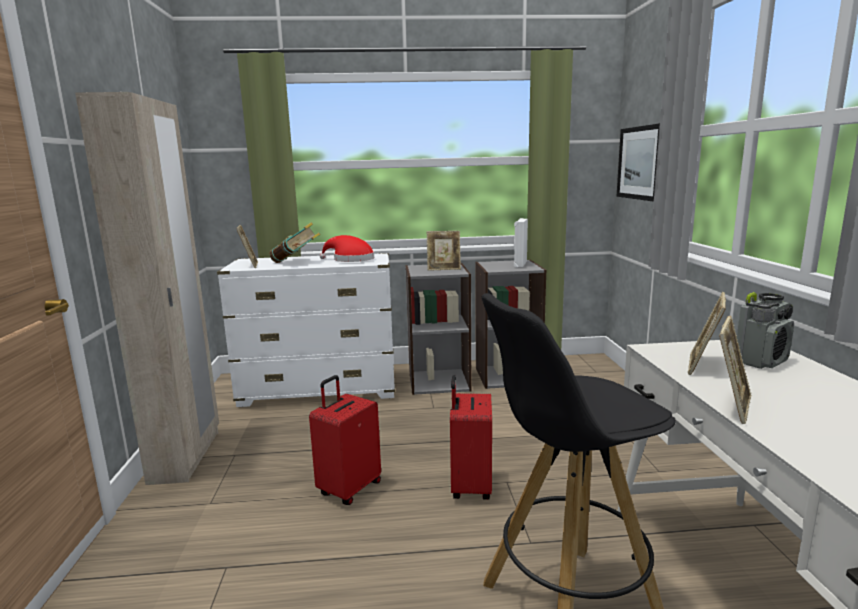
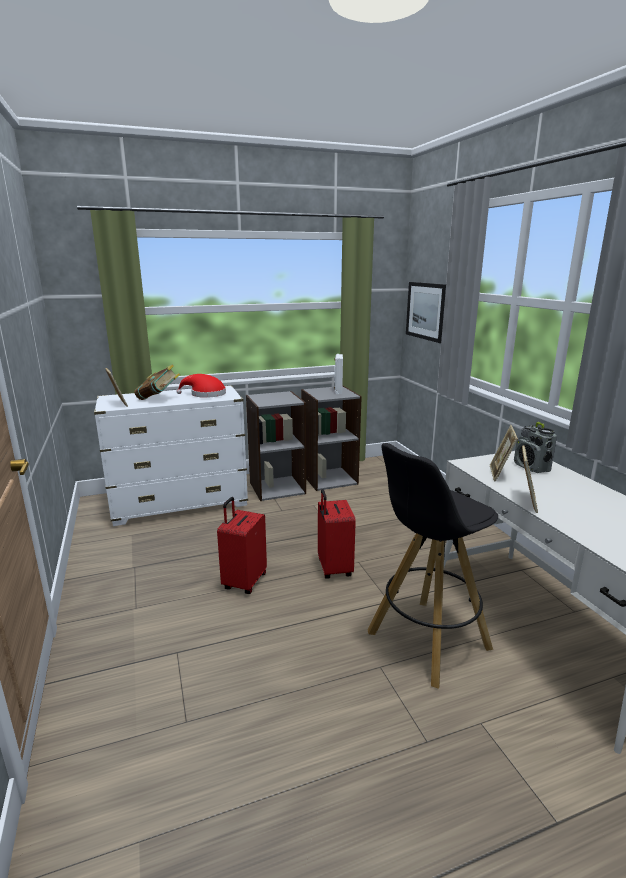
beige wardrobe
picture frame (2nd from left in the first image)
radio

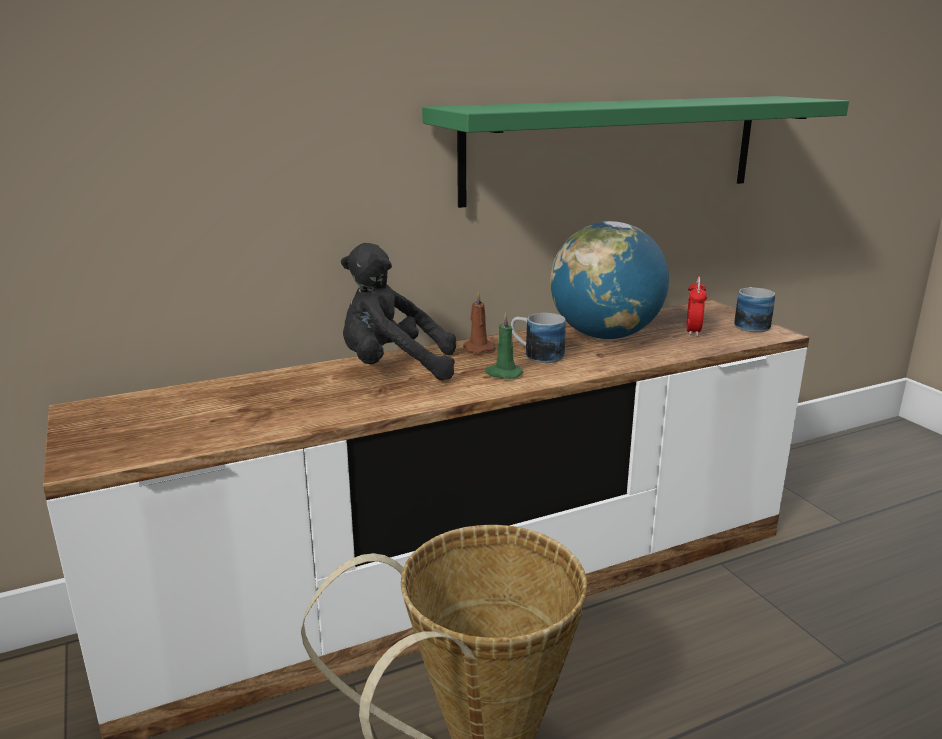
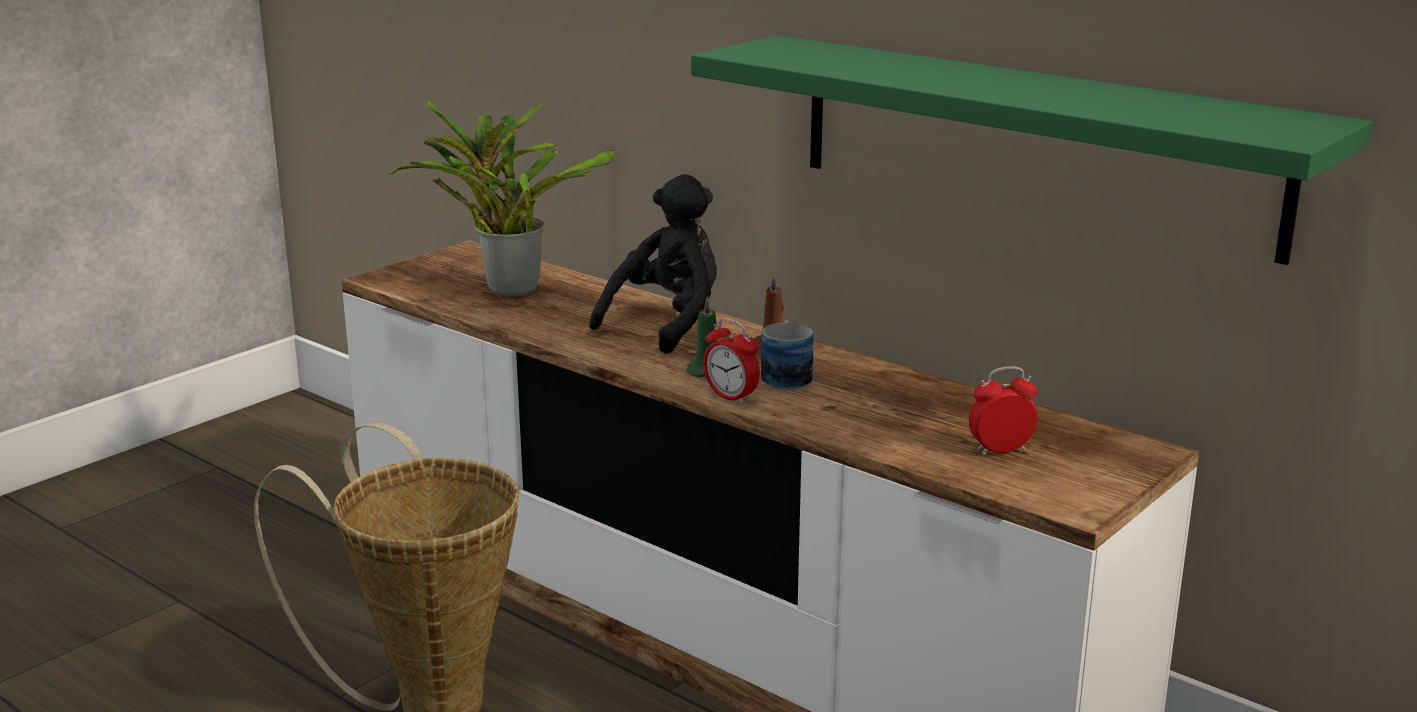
globe
black plush toy
mug (2nd from left in the first image)
potted plant
alarm clock (1st from left)

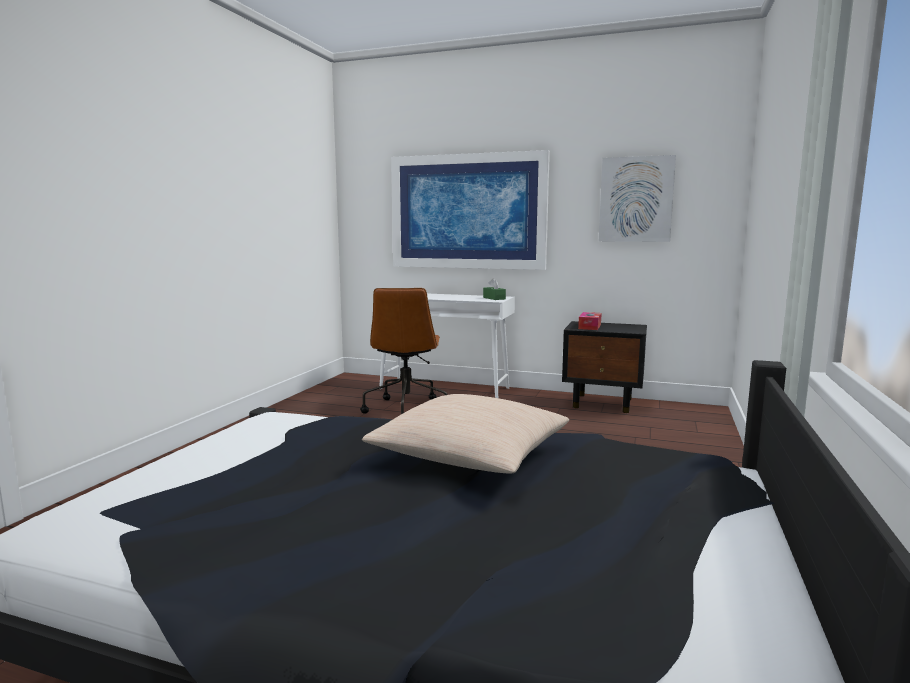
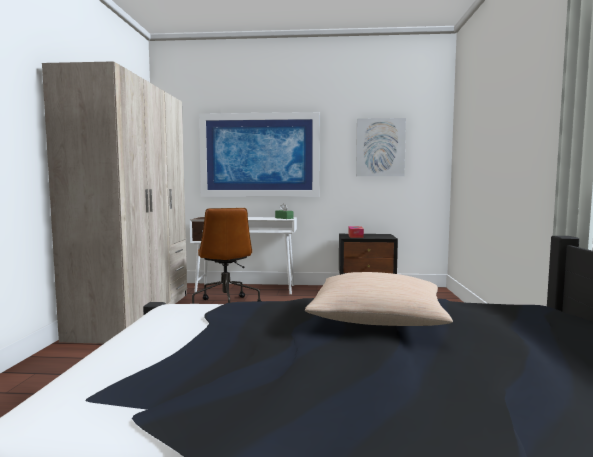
beige wardrobe

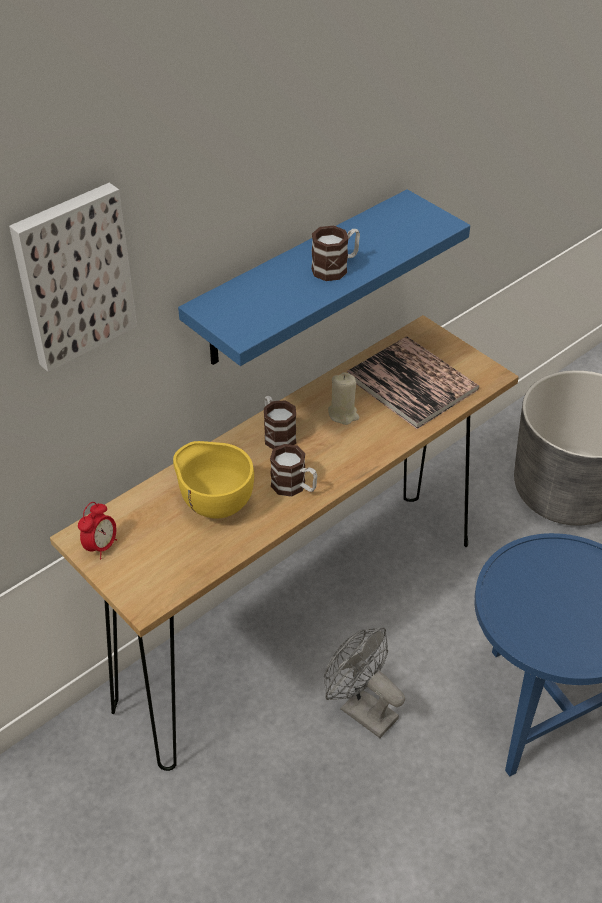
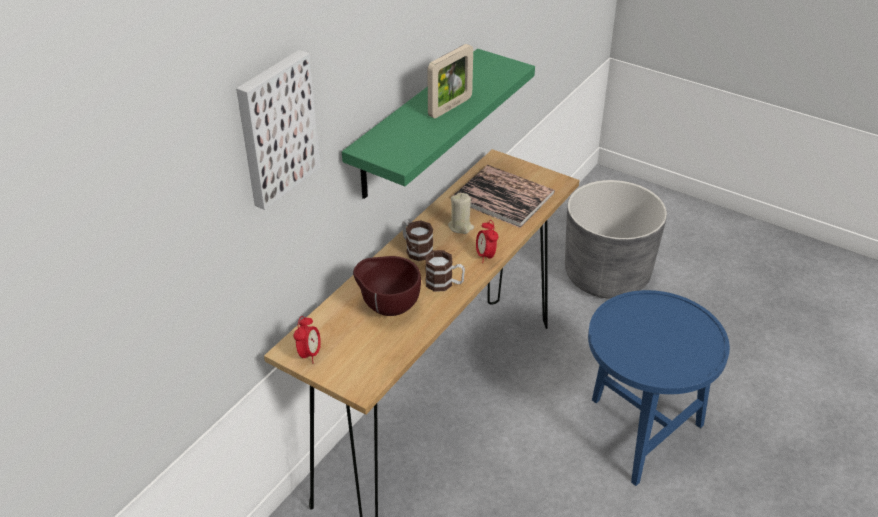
green shelf
picture frame
brown bowl
grey fan
alarm clock (2nd from left)

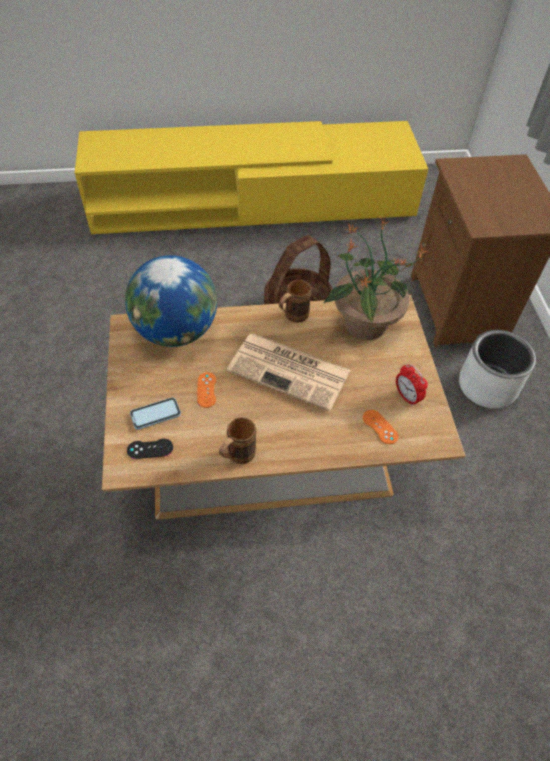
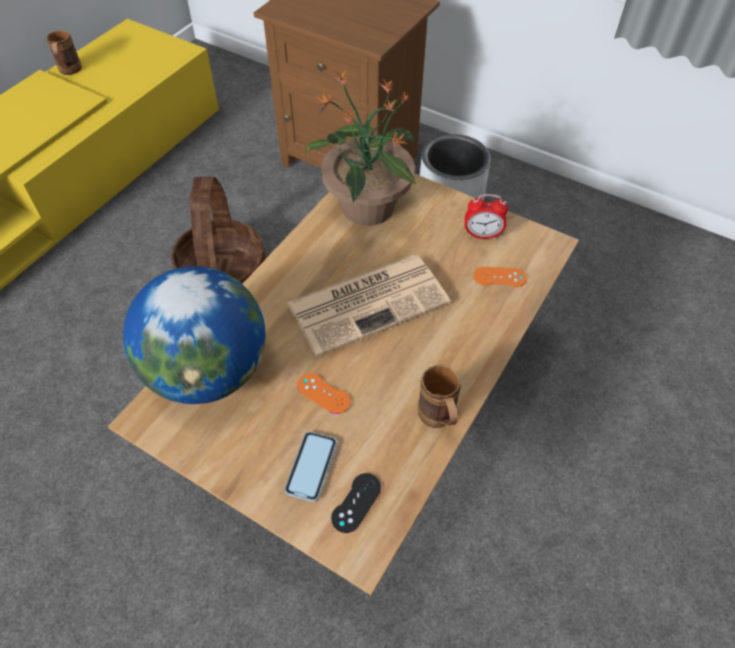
brown mug (1st from left)

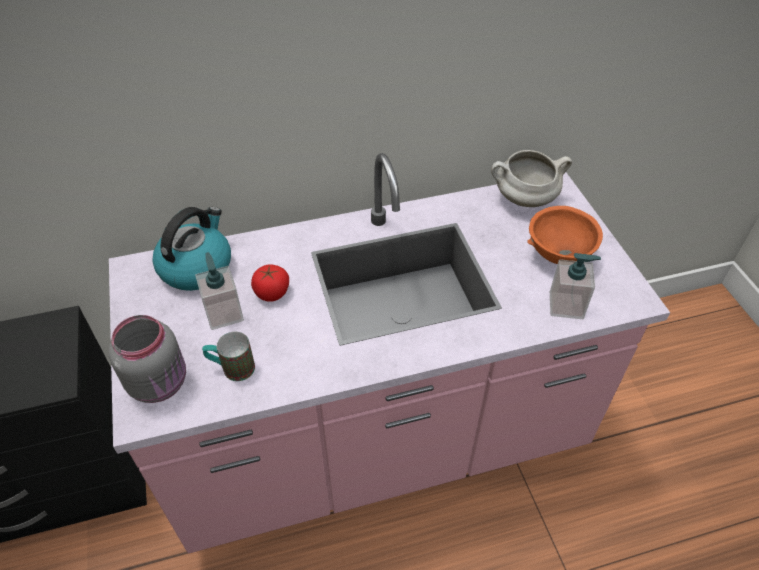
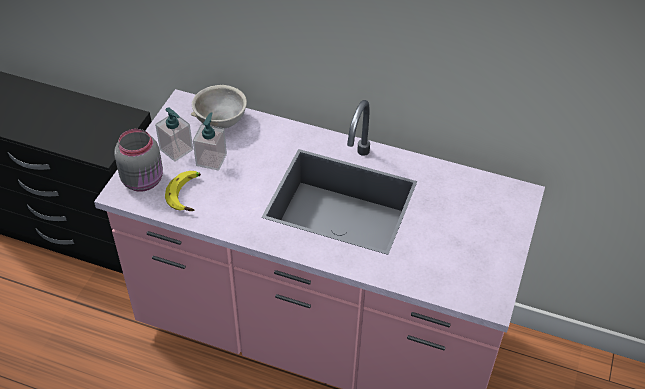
white cooking pot
orange bowl
grey bowl
soap dispenser (1st from left)
tomato
banana

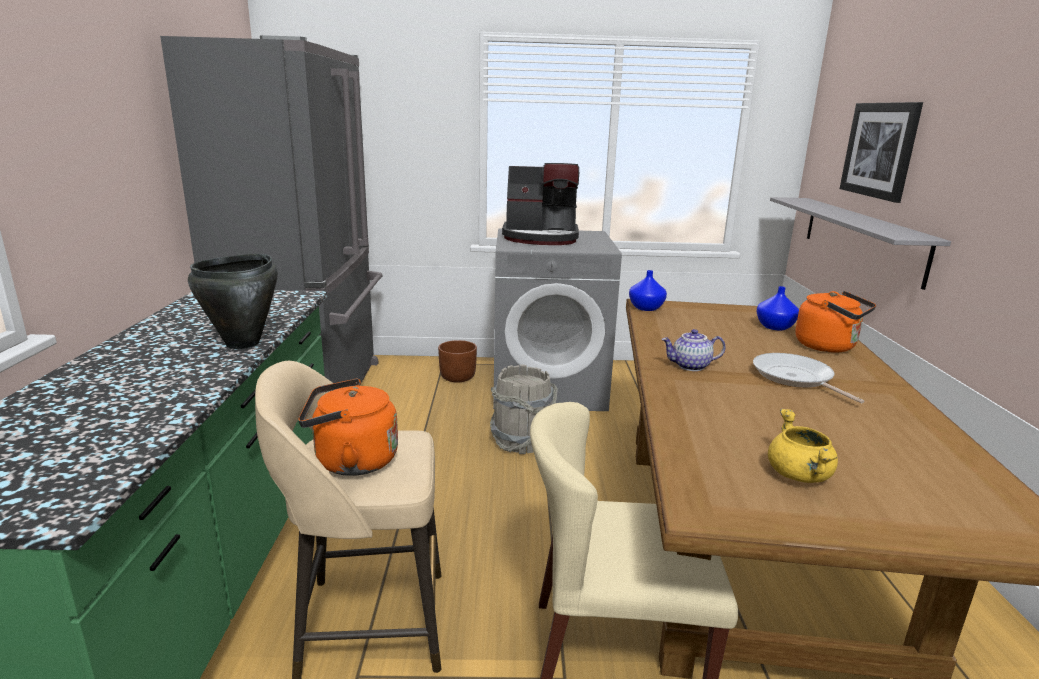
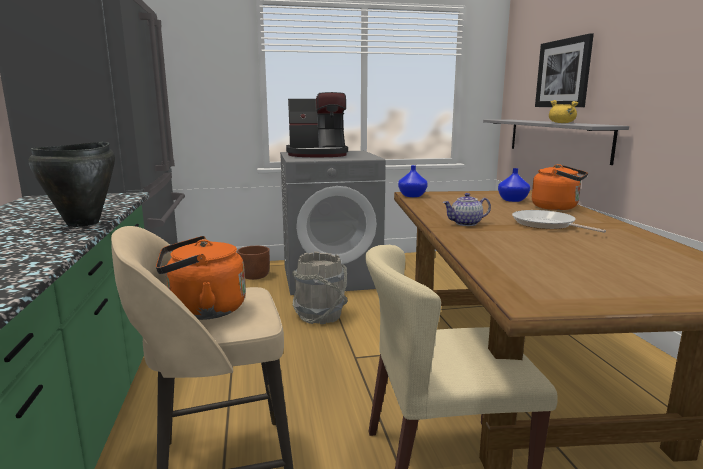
yellow cooking pot

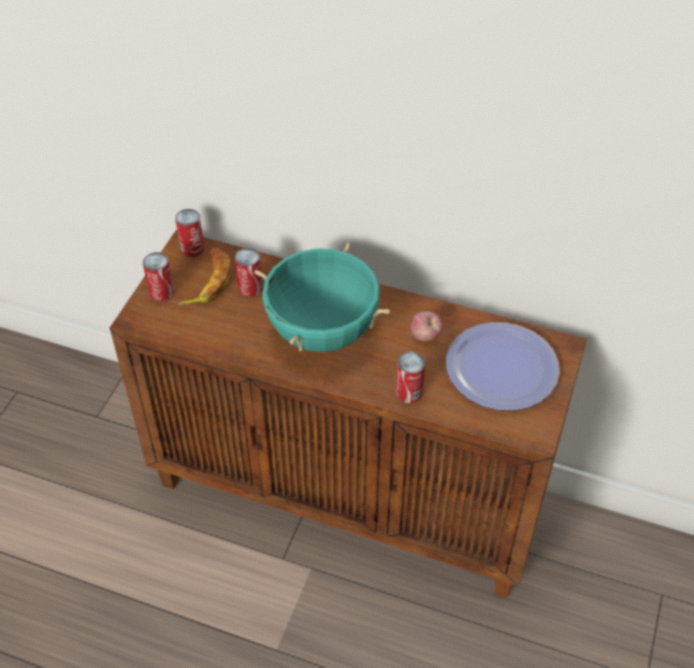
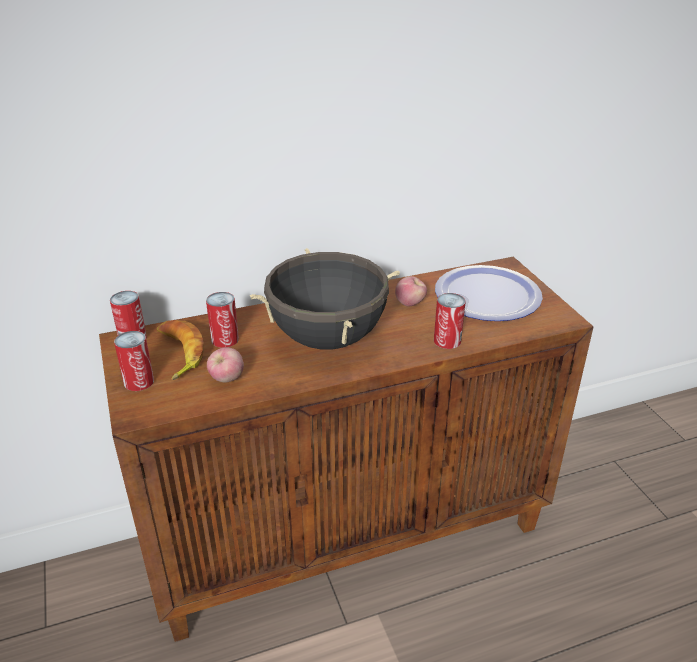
black cooking pot
apple (1st from left)

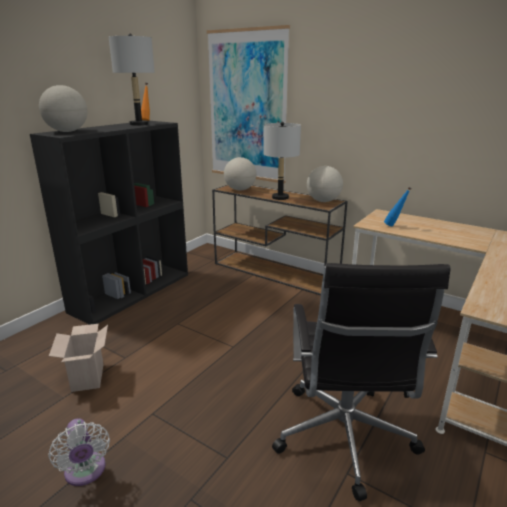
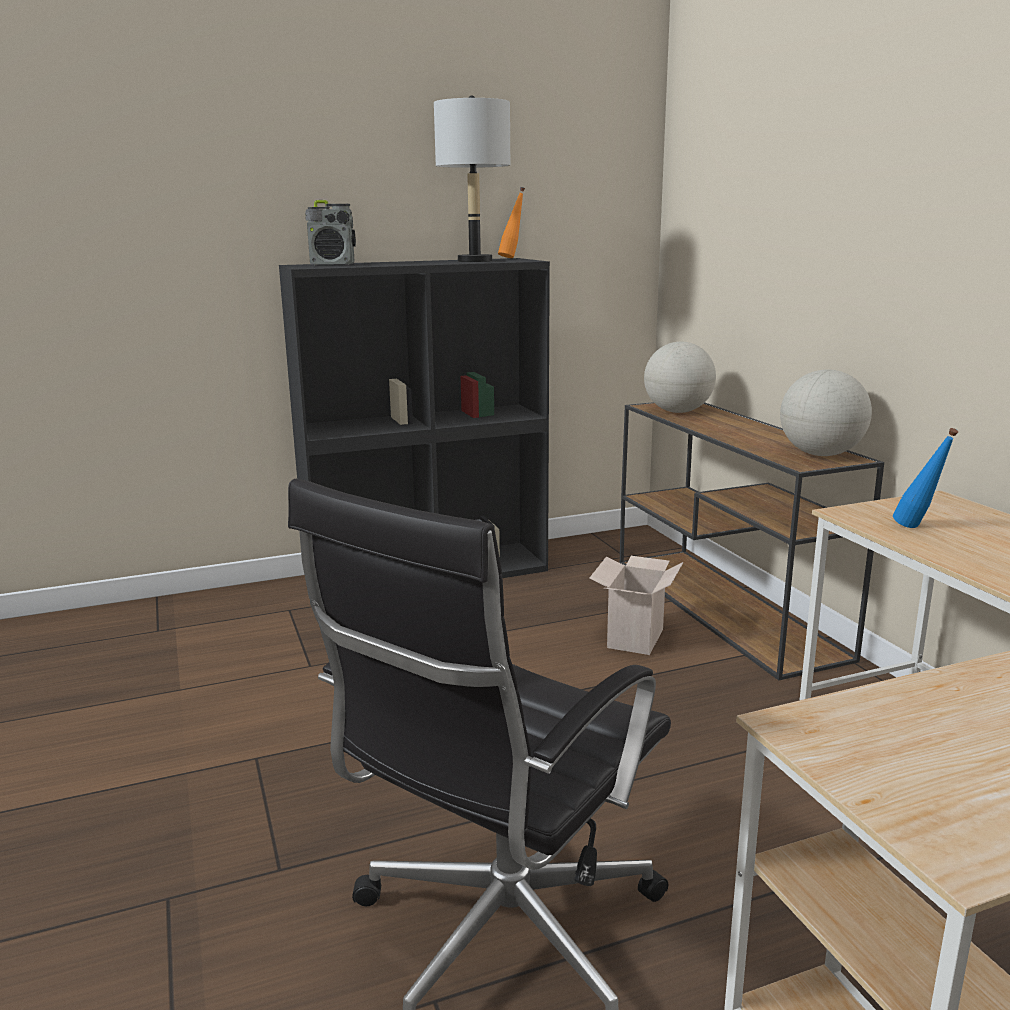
picture
radio
grey table lamp (2nd from left in the first image)
cardboard box
white fan

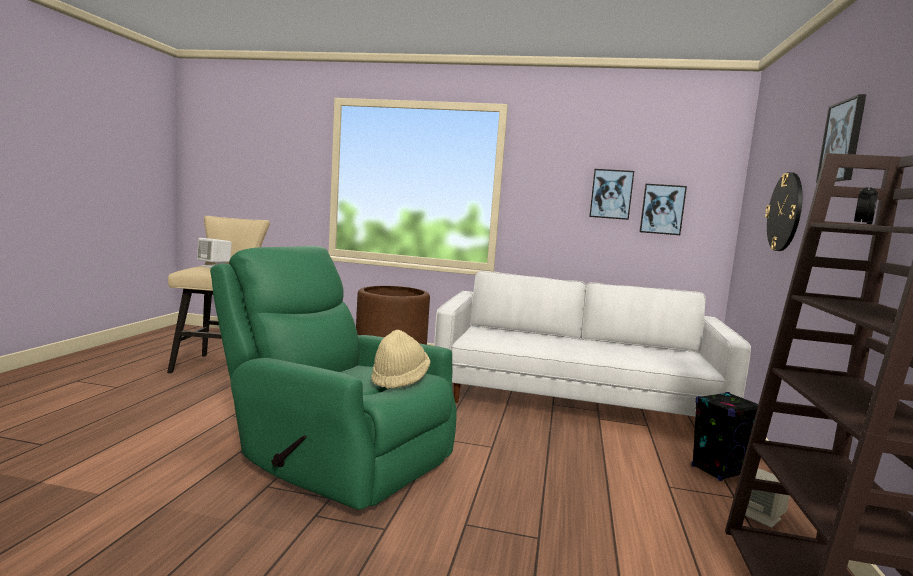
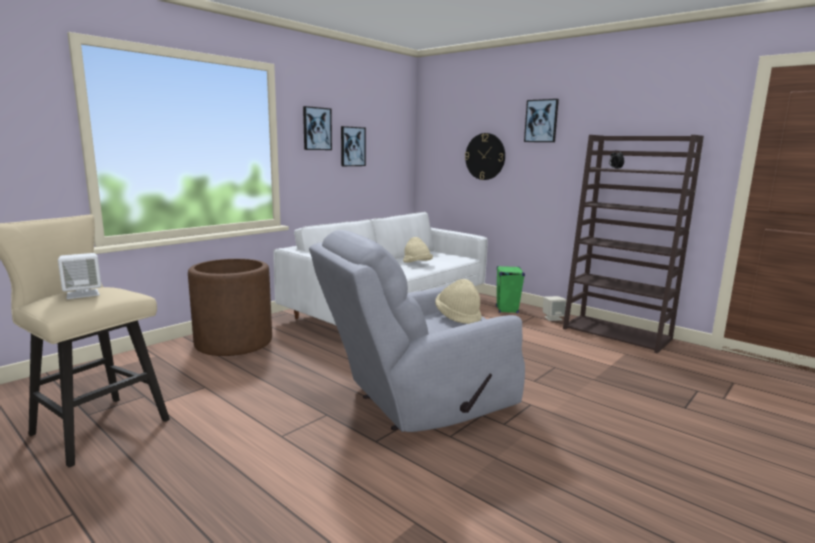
picture (1st from left)
grey armchair
green speaker
beige hat (1st from left)

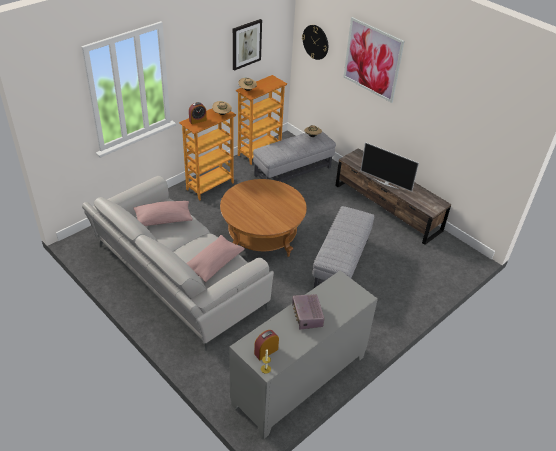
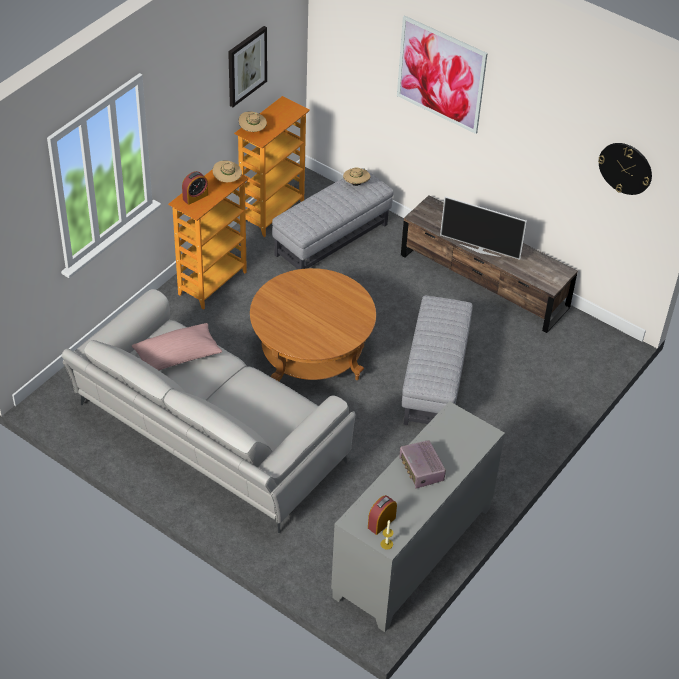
wall clock
pink pillow (2nd from left in the first image)

